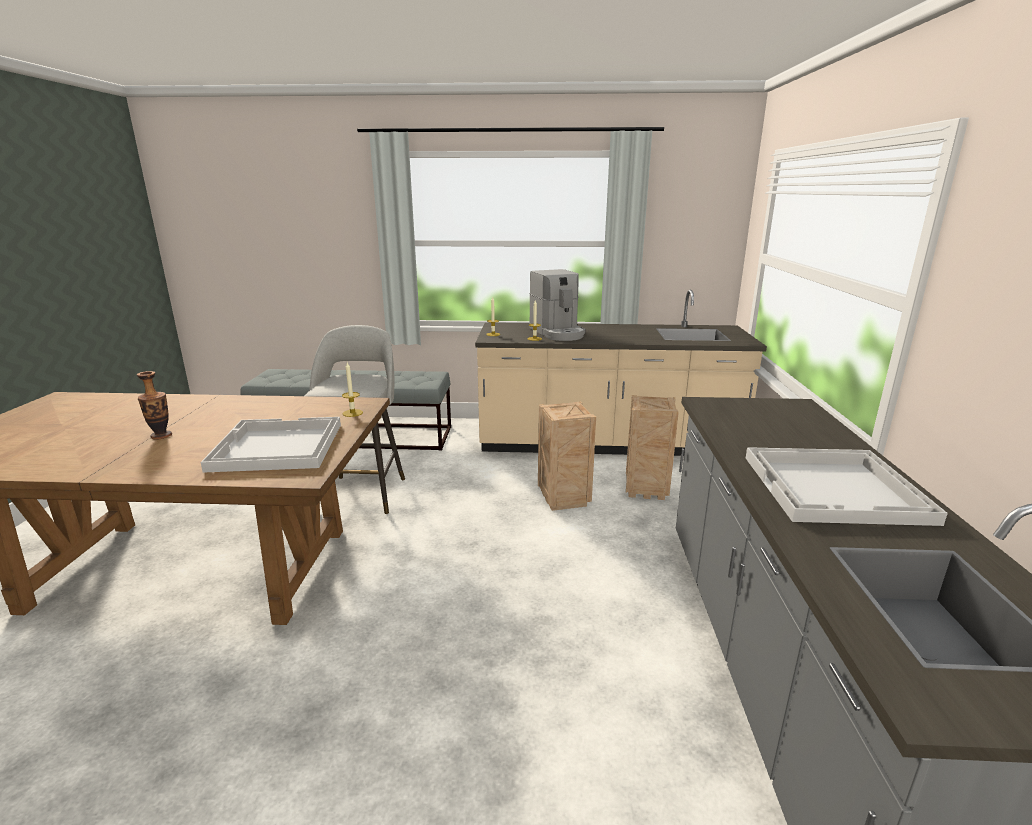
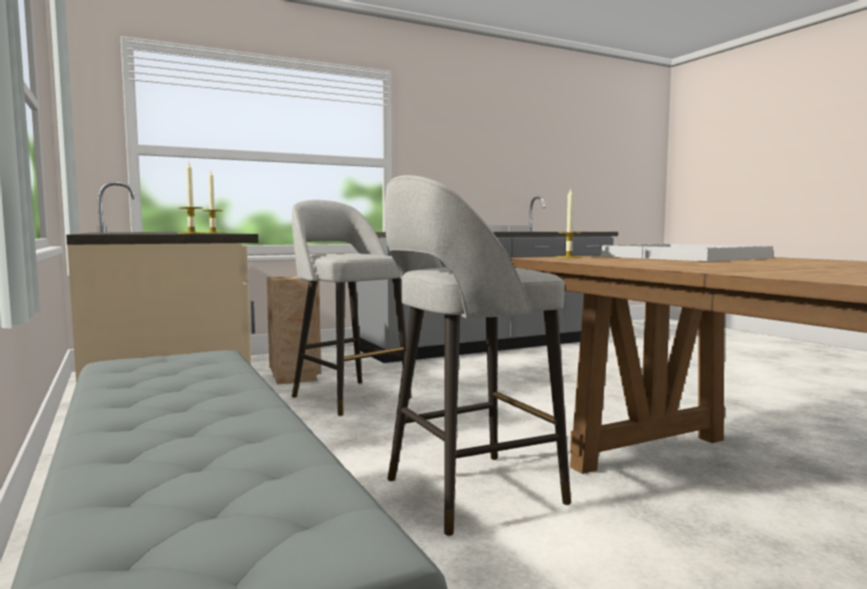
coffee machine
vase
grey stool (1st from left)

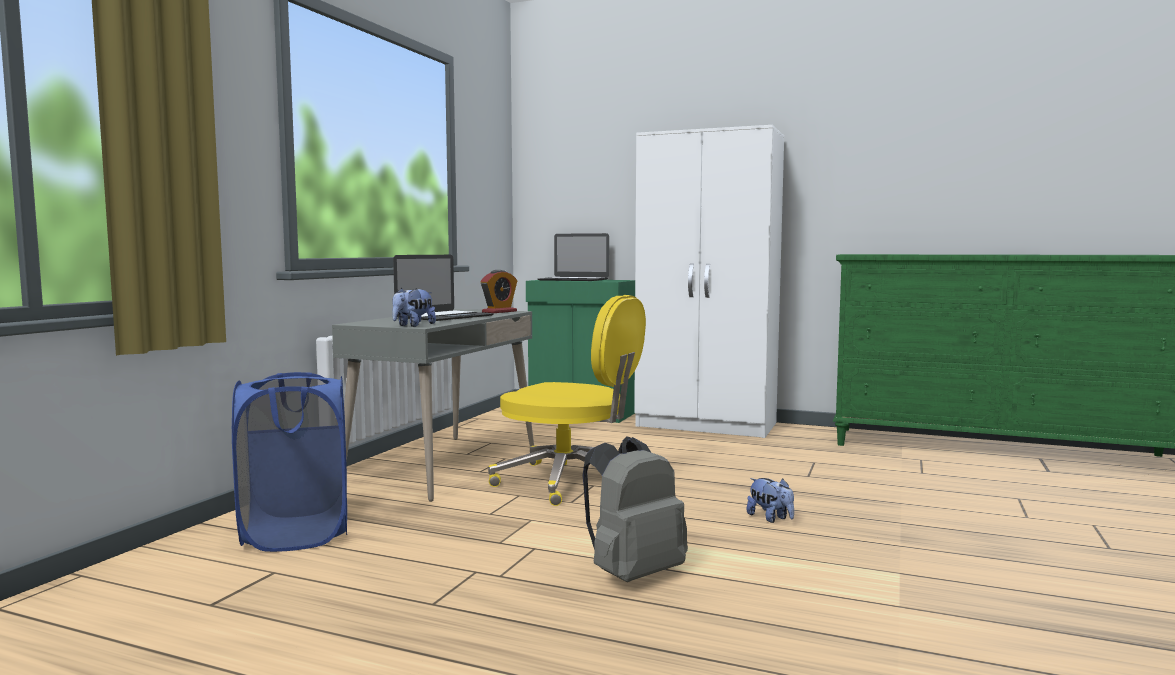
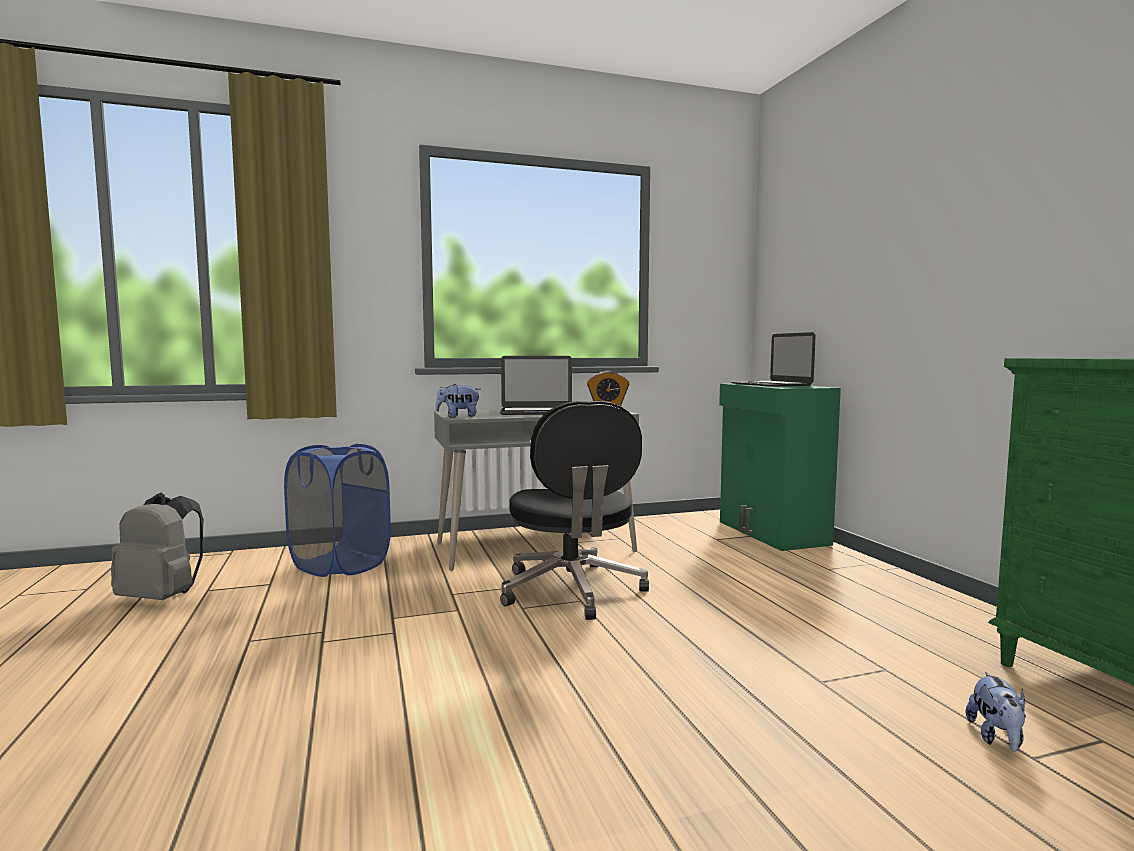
white wardrobe
black office chair
grey backpack
plush toy (2nd from left)

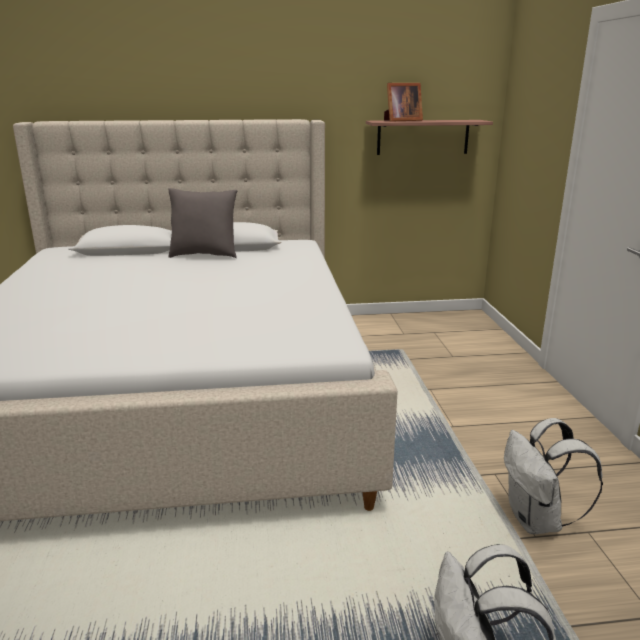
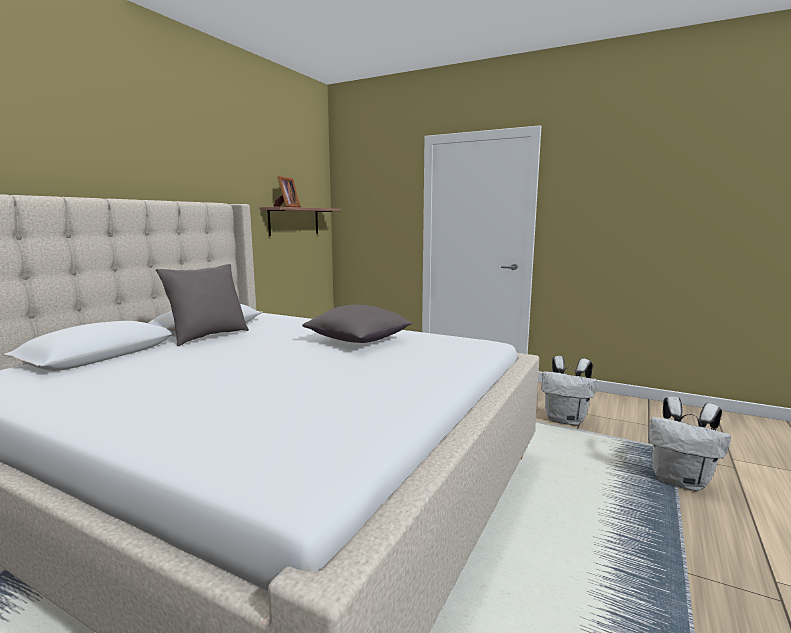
grey pillow (2nd from left)

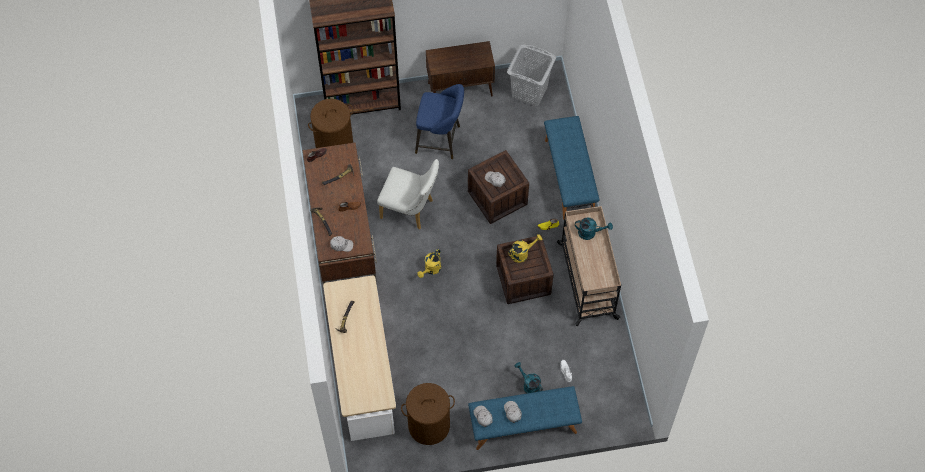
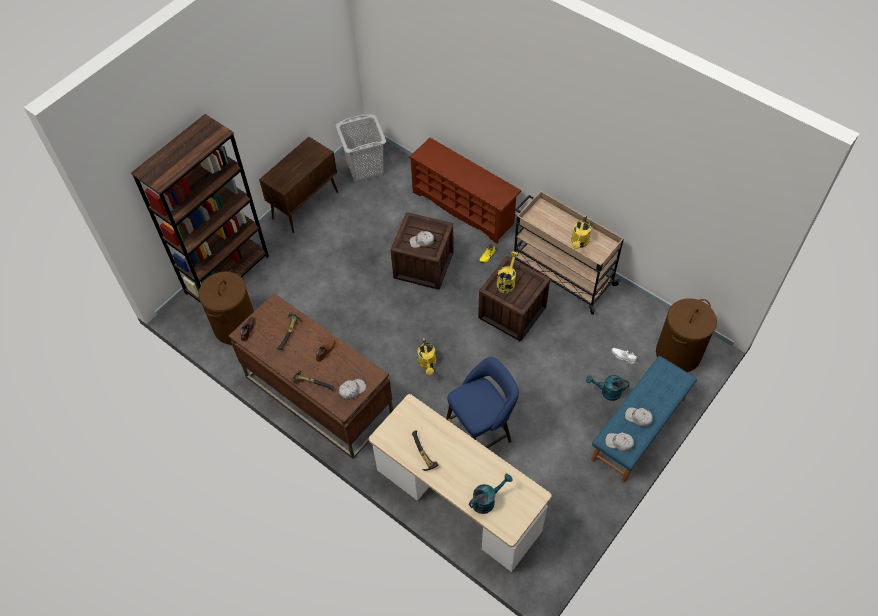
blue stool
brown shoe rack
white chair
turquoise watering can (1st from left)
brown laundry basket (2nd from left)
yellow watering can (3rd from left)

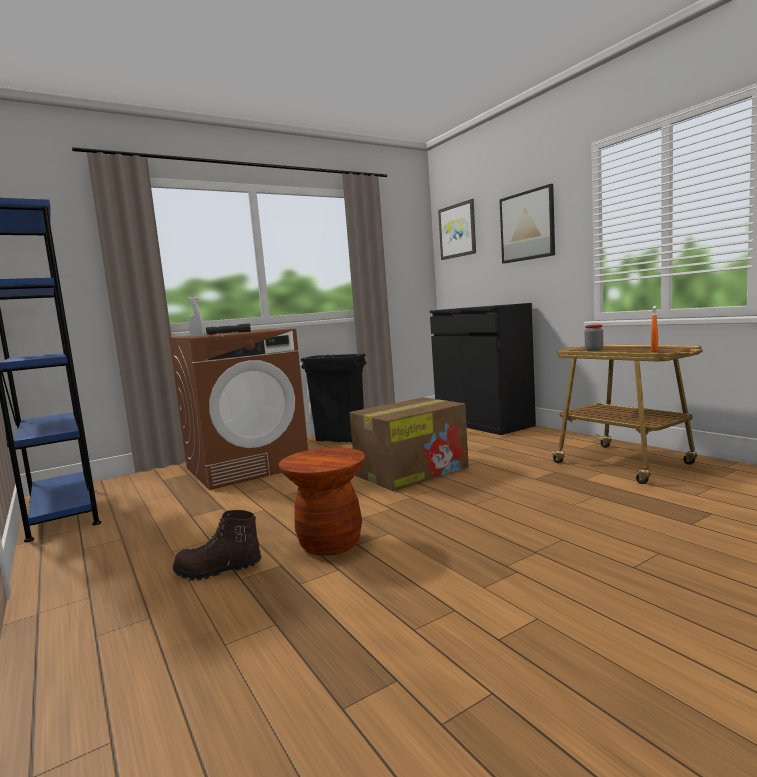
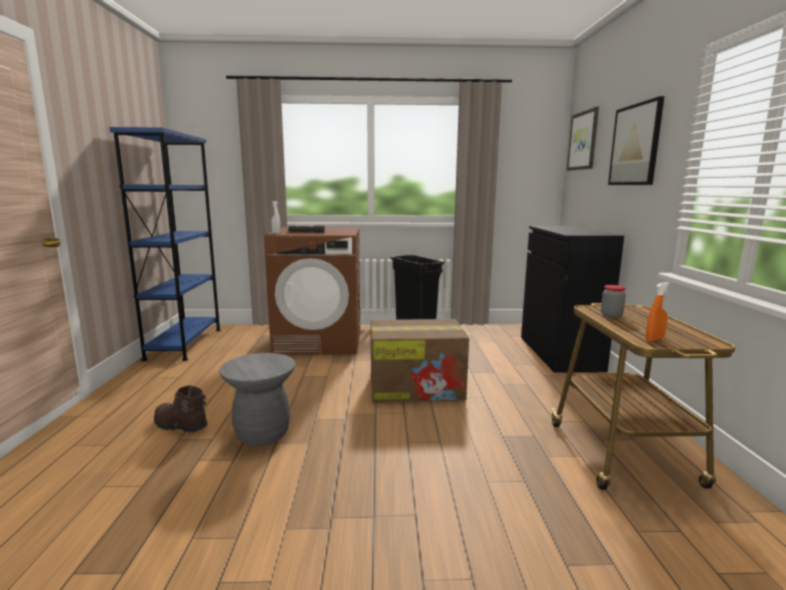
grey stool

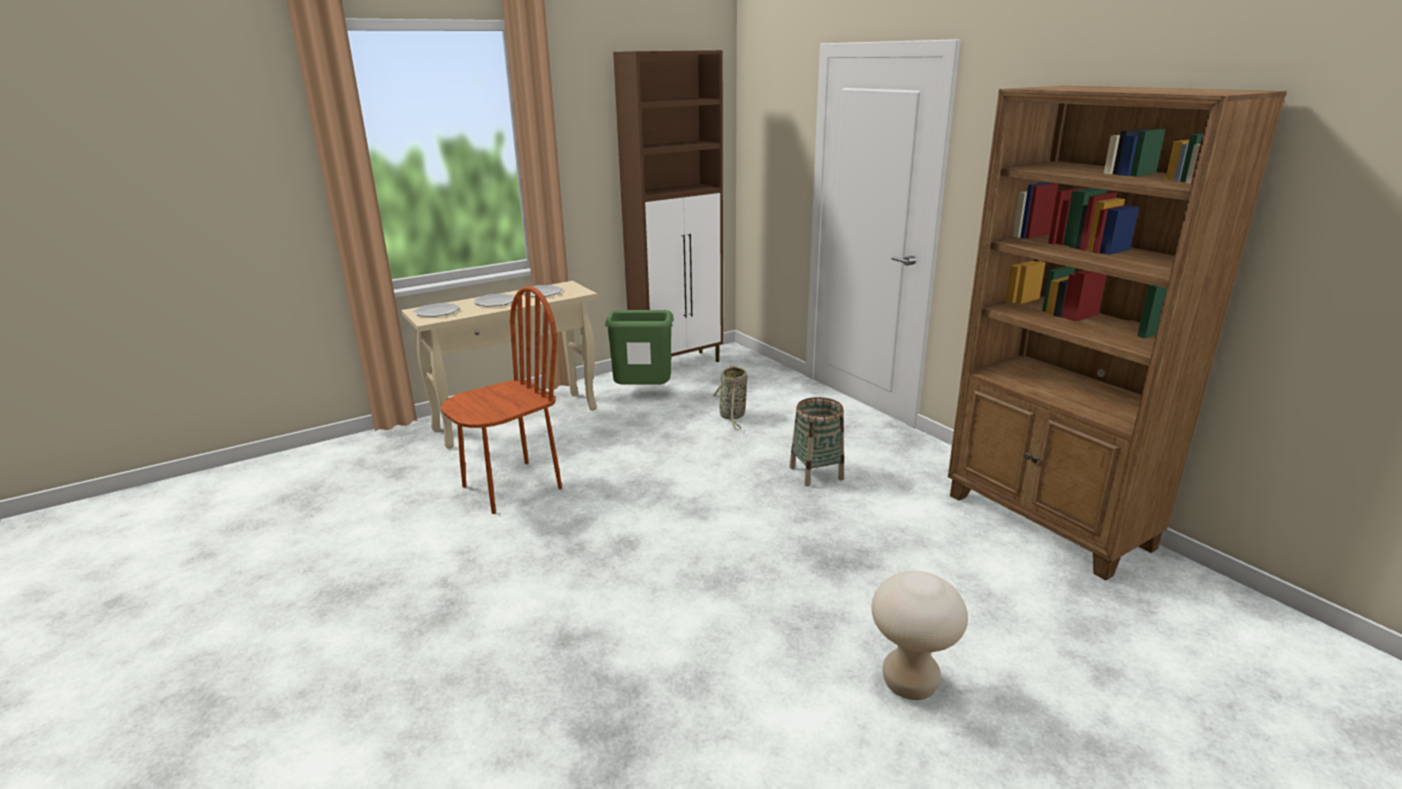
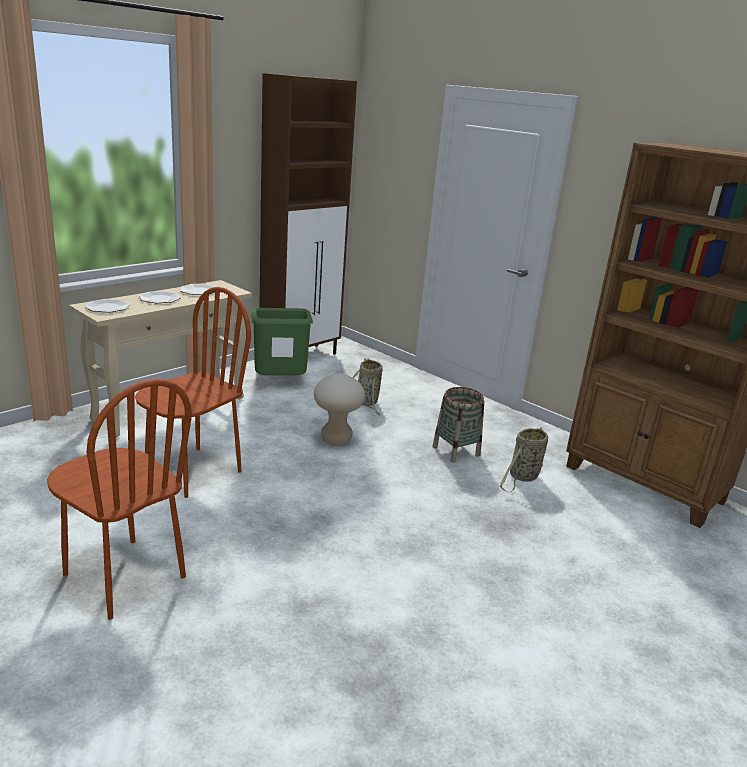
beige stool
brown chair (1st from left)
basket (3rd from left)

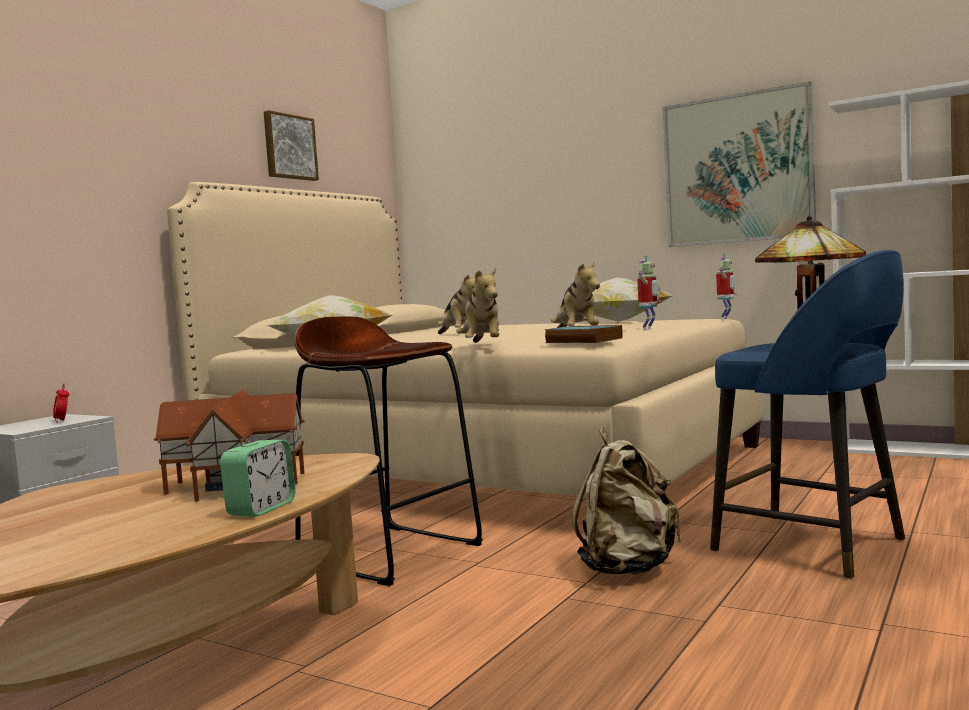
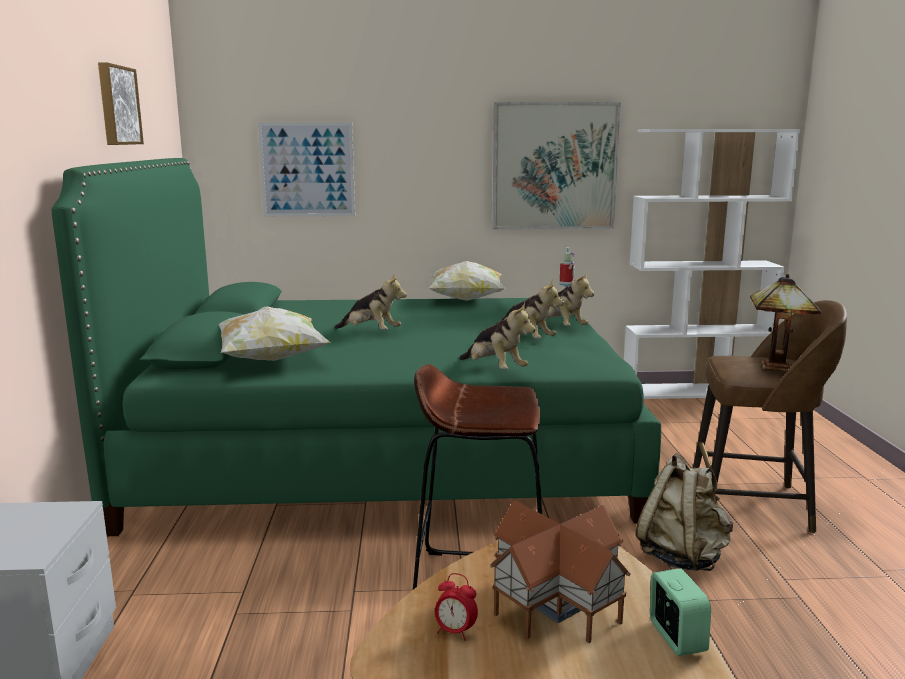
green bed
brown stool (2nd from left)
plush toy (4th from left)
book
alarm clock (1st from left)
picture (2nd from left)

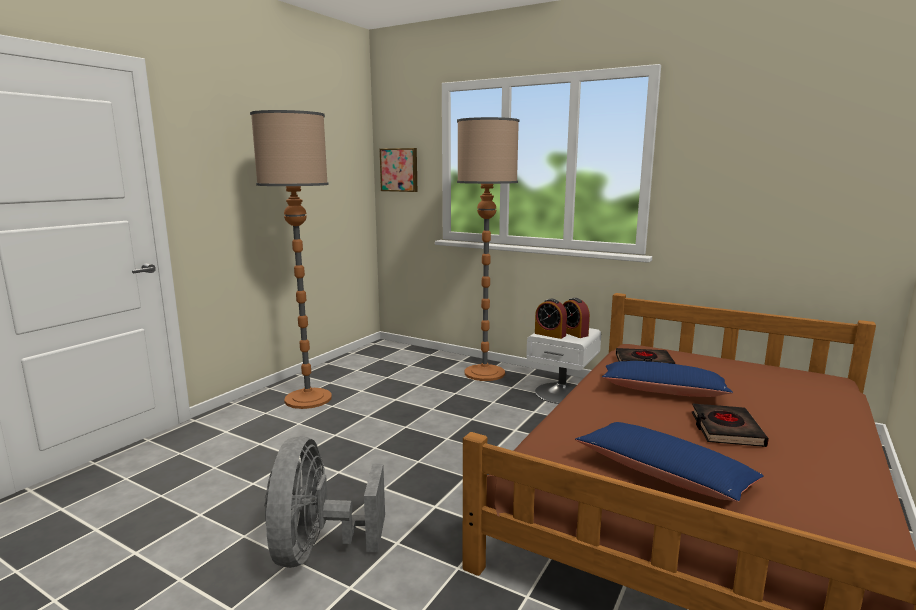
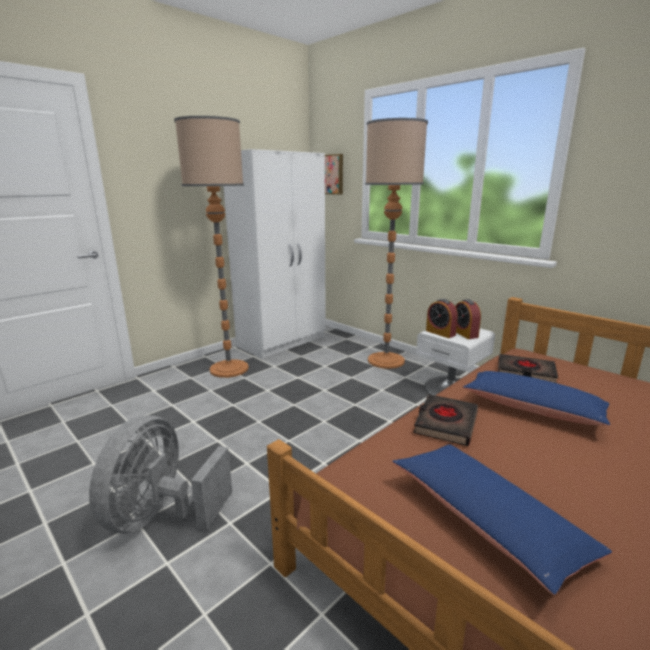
black book (1st from left)
white wardrobe

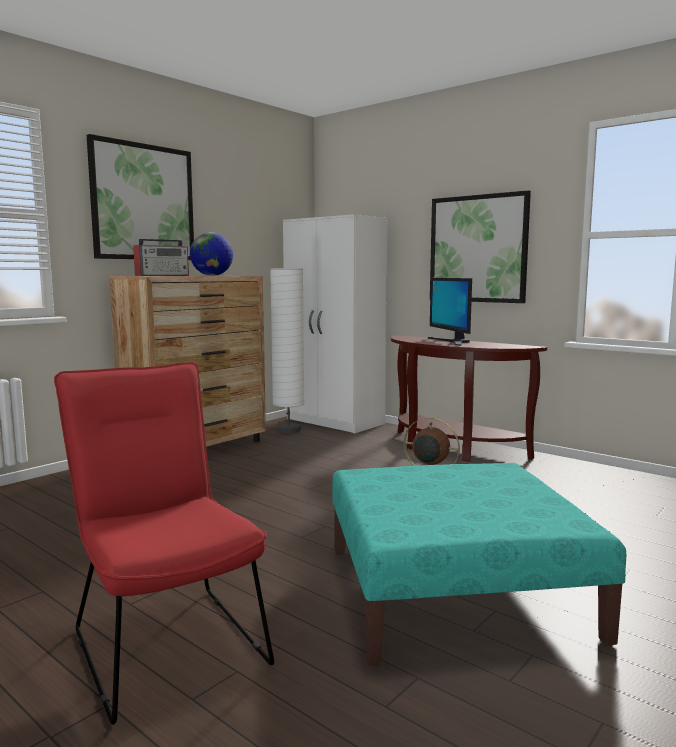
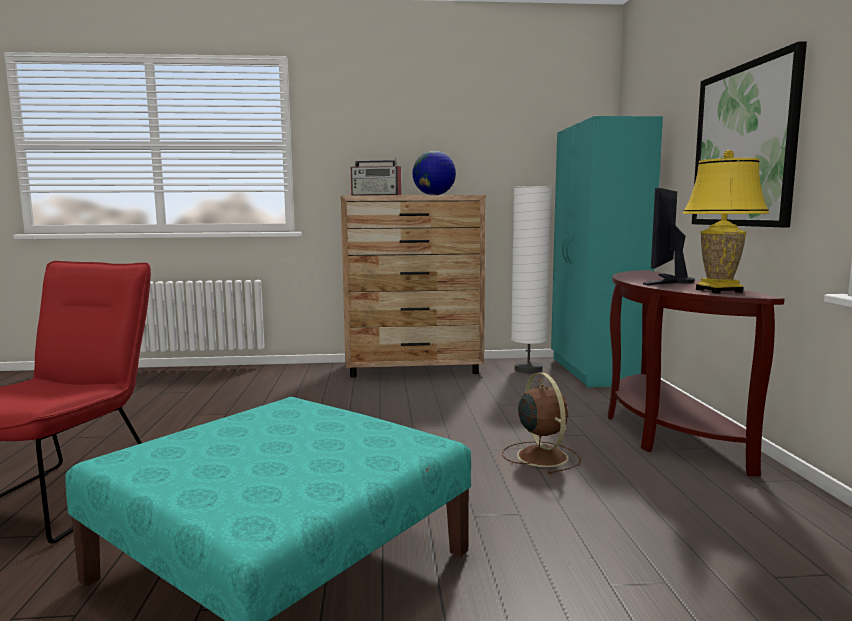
picture (1st from left in the first image)
turquoise wardrobe
yellow table lamp

